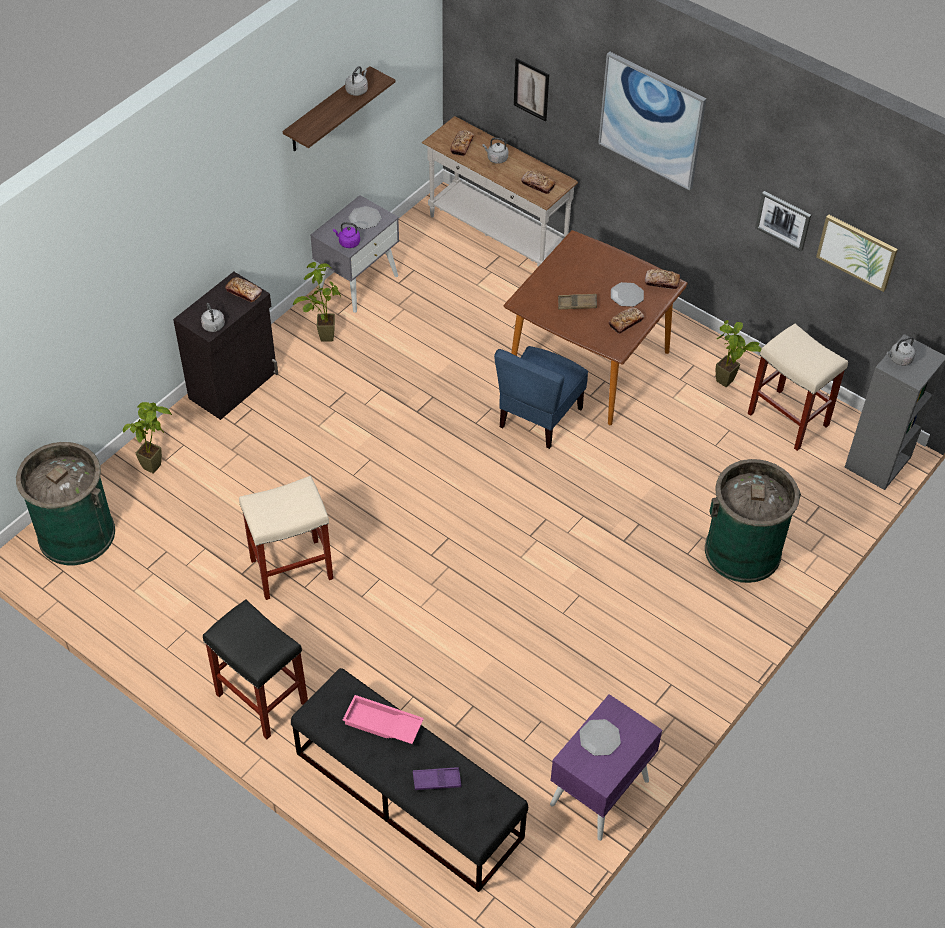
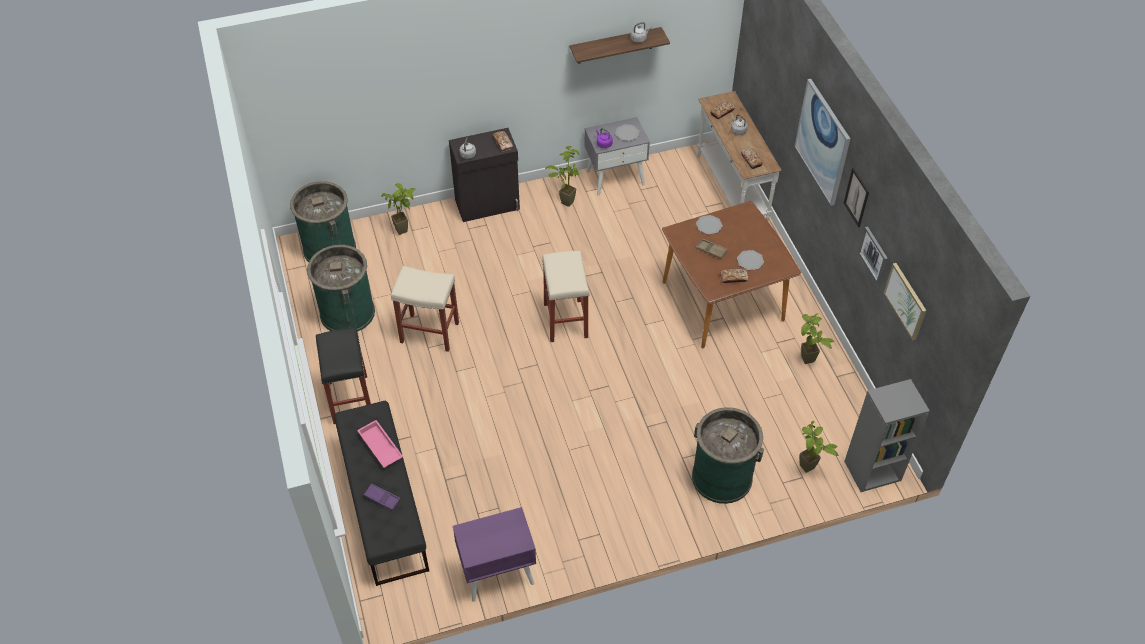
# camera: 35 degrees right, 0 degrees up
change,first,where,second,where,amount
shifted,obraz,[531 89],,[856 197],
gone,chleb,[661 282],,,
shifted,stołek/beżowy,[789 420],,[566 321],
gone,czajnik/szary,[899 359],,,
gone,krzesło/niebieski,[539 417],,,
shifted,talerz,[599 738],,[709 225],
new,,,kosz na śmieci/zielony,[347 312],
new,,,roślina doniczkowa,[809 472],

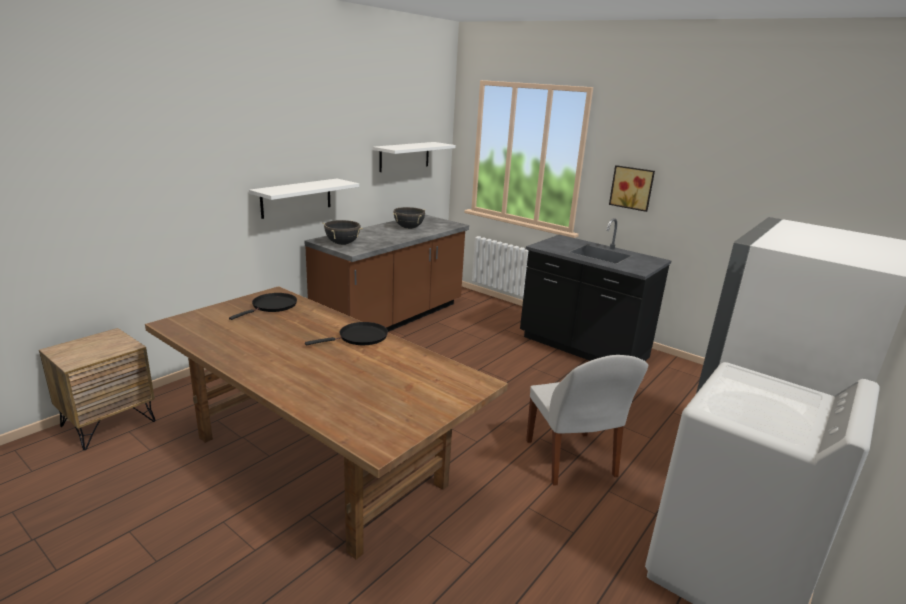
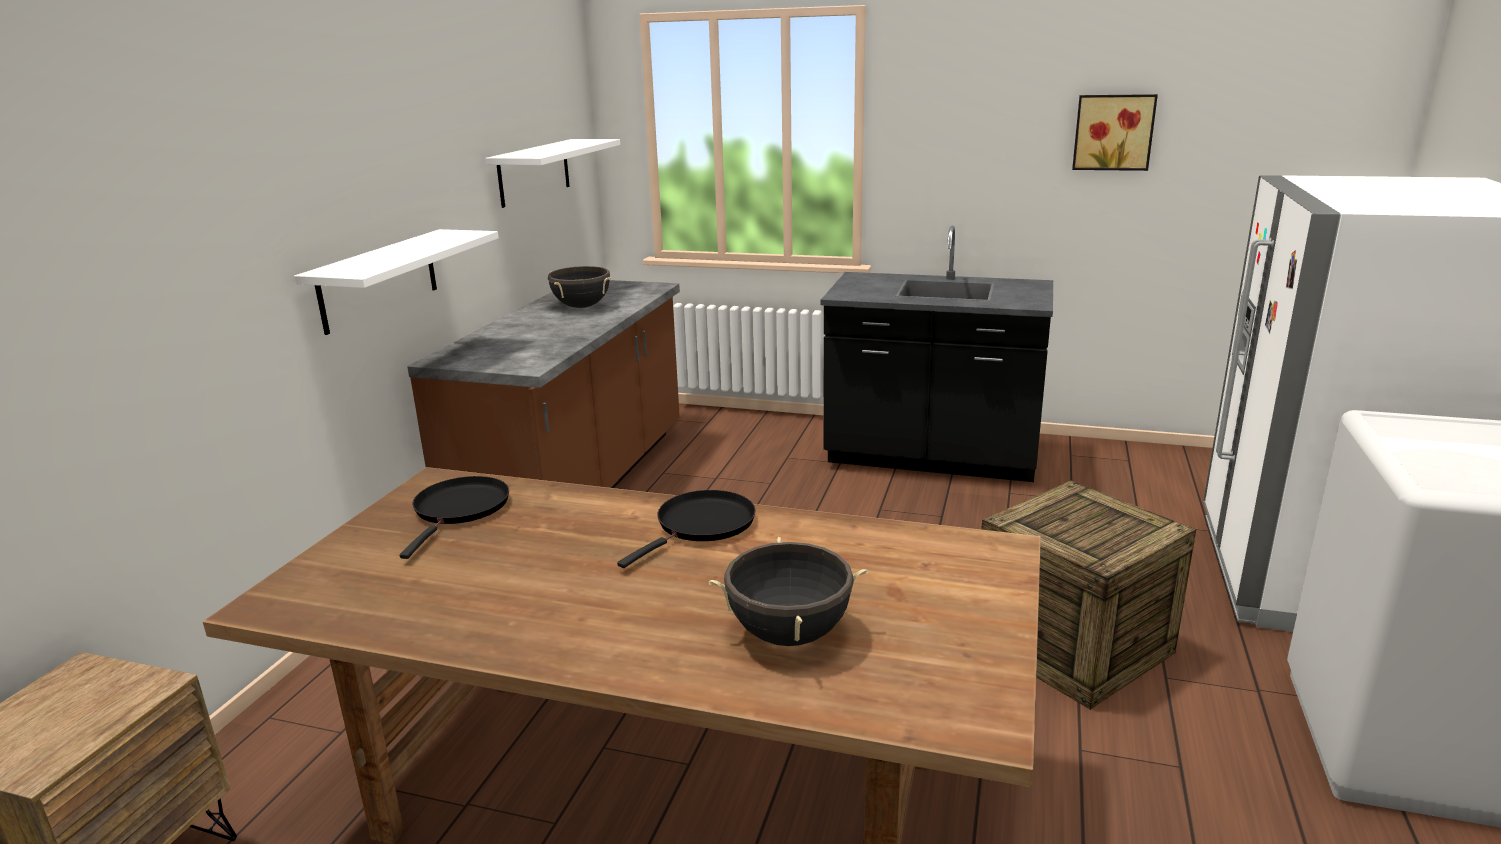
# camera: 20 degrees left, 0 degrees up
change,first,where,second,where,amount
shifted,obraz,[632 188],,[1113 132],
shifted,garnek/czarny,[342 244],,[789 634],
swapped,krzesło/biały,[571 460],skrzynka,[1072 646],

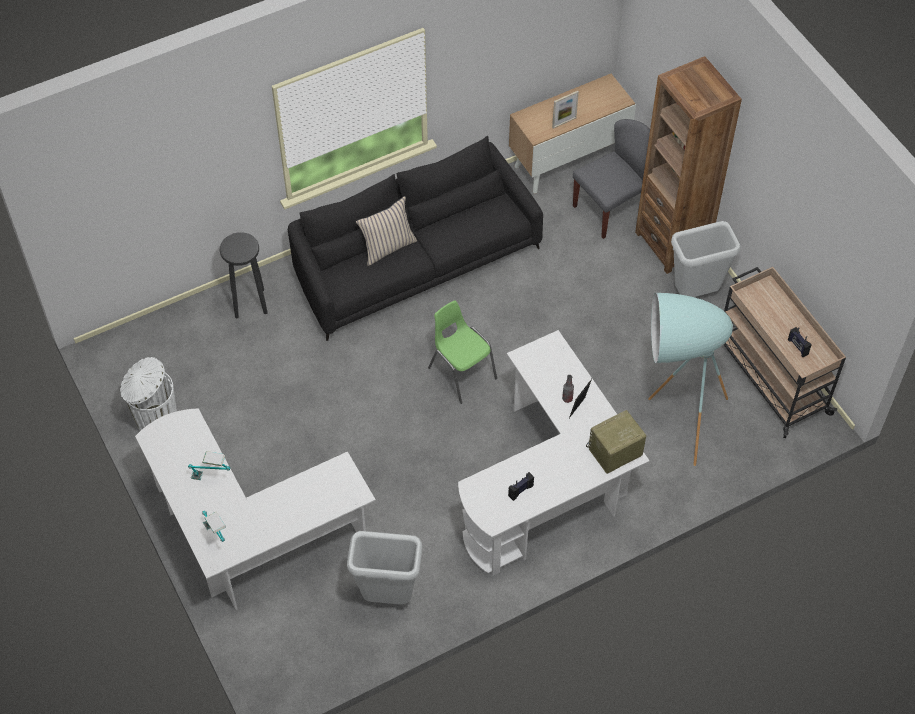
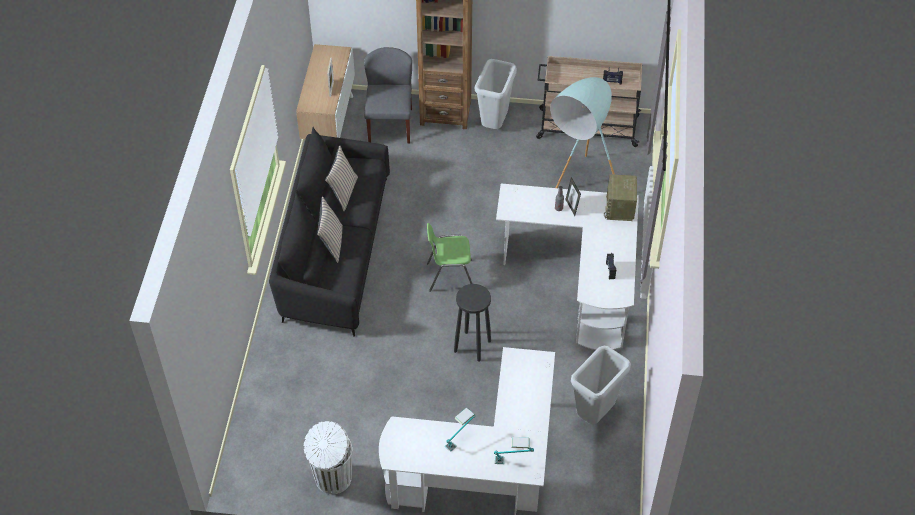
# camera: 55 degrees left, 5 degrees down
change,first,where,second,where,amount
shifted,stołek/czarny,[249 303],,[473 346],
new,,,poduszka/beżowy,[343 193],

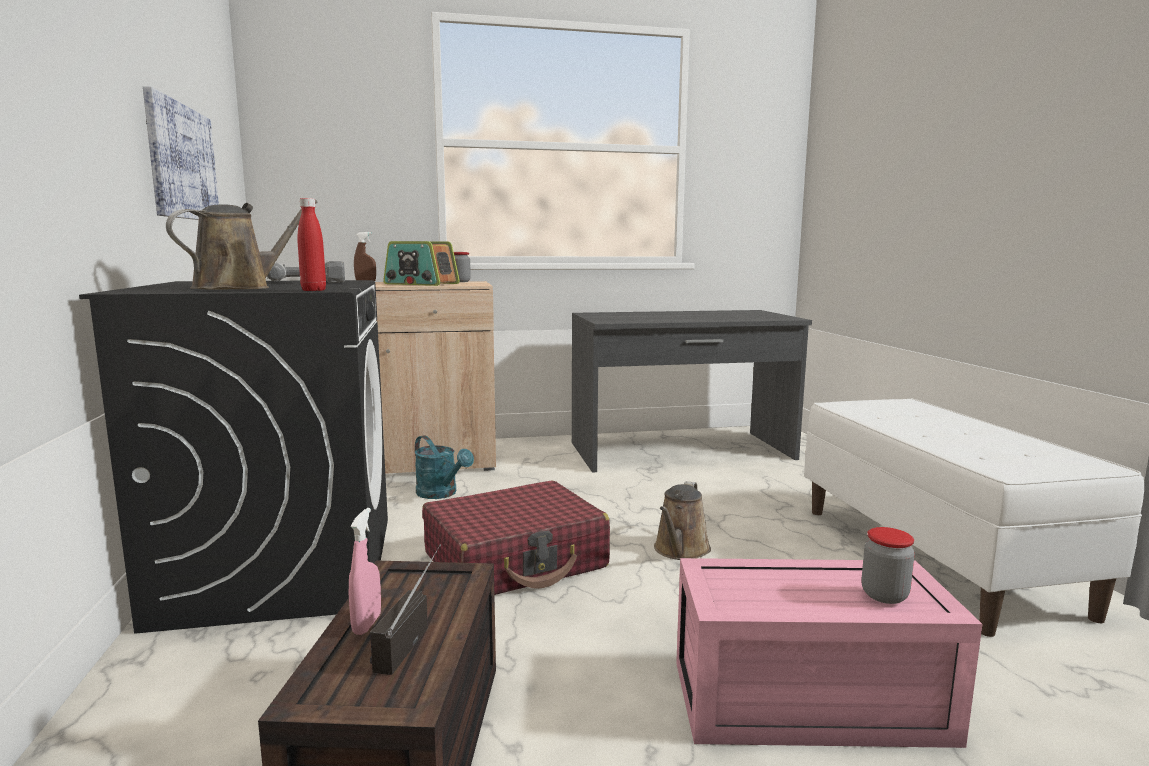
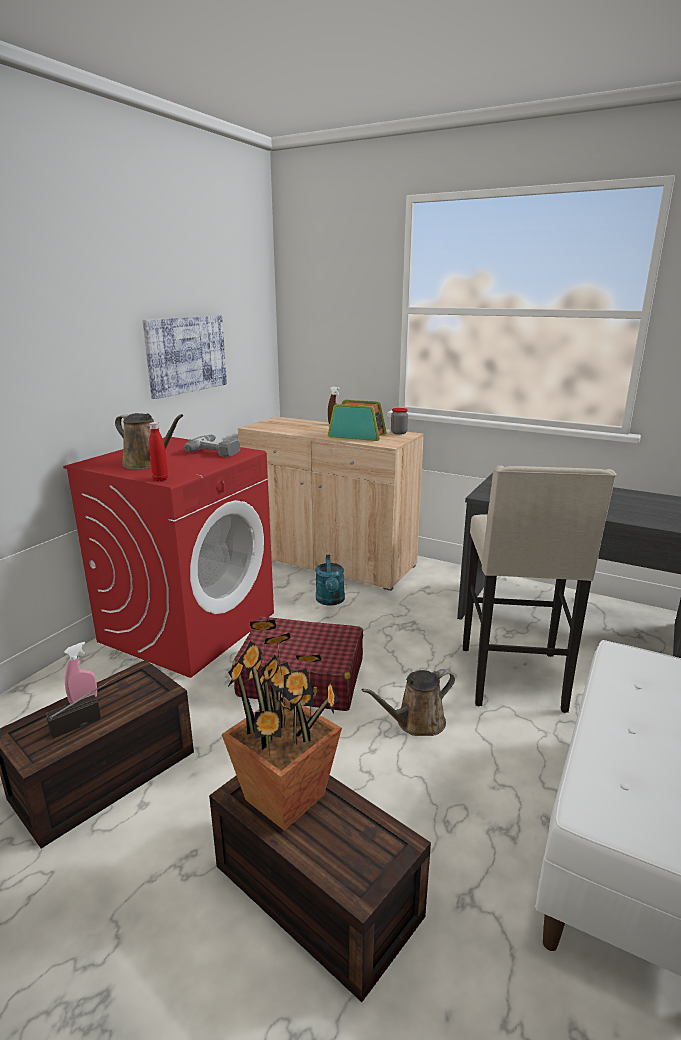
# camera: 40 degrees right, 10 degrees up
change,first,where,second,where,amount
rotated,konewka/brązowy,[239 287],,[148 464],45 degrees clockwise
rotated,radio,[421 284],,[357 435],135 degrees clockwise
repainted,pralka/czarny,[281 568],pralka/czerwony,[189 626],
gone,słoik,[884 595],,,
repainted,pojemnik do przechowywania/różowy,[805 704],pojemnik do przechowywania/brązowy,[312 891],
new,,,stołek/beżowy,[514 680],
new,,,roślina doniczkowa,[286 798],

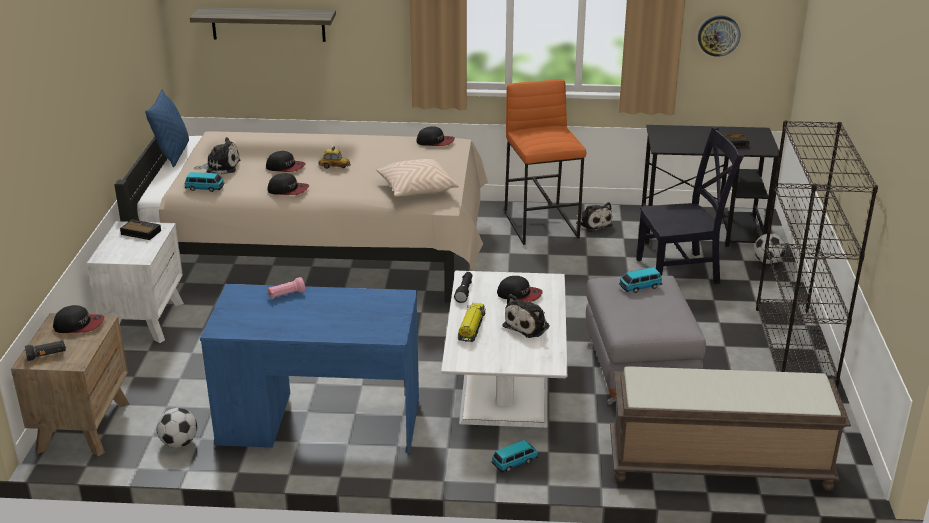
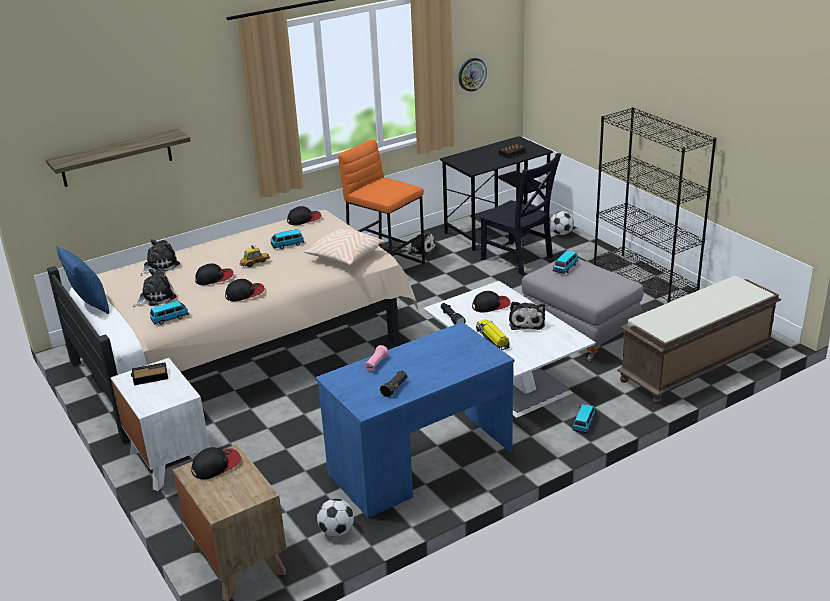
# camera: 35 degrees left, 0 degrees up
change,first,where,second,where,amount
rotated,krzesło/czarny,[681 271],,[518 259],90 degrees clockwise
shifted,latarka/czarny,[47 355],,[394 388],
new,,,samochodzik,[287 245],
new,,,pluszak,[159 265],

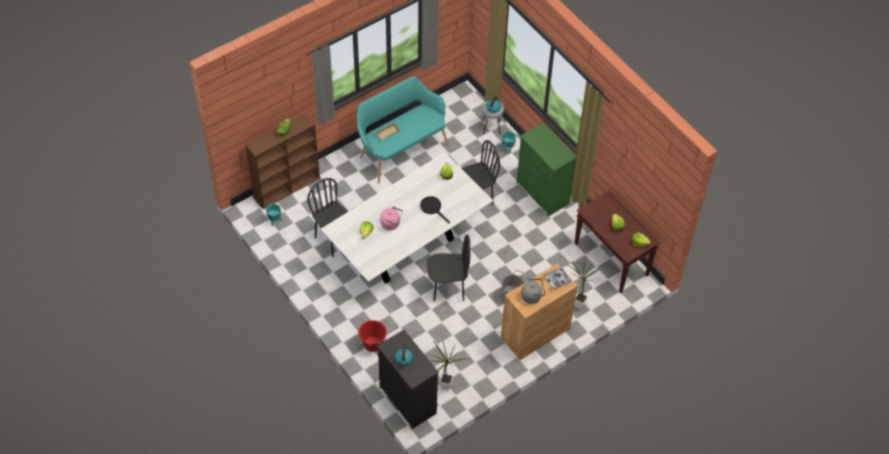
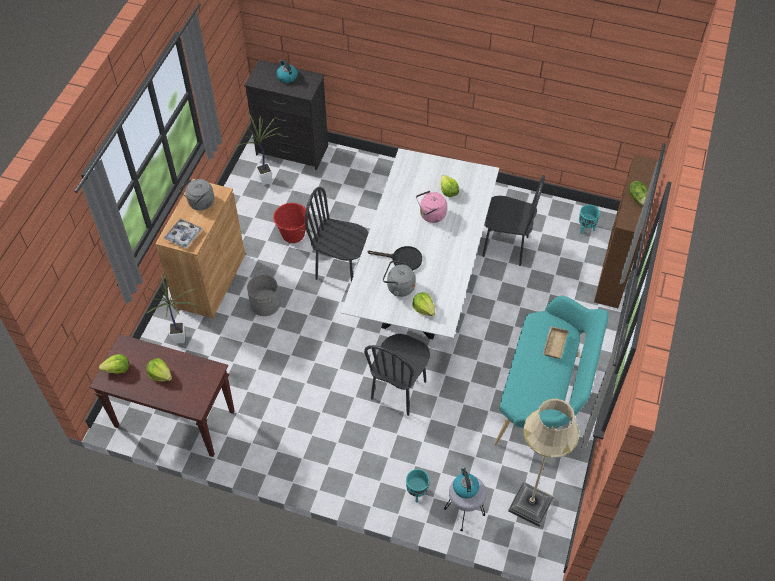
# camera: 145 degrees right, 0 degrees up
change,first,where,second,where,amount
gone,komoda/zielony,[542 194],,,
rotated,krzesło/czarny,[448 289],,[341 269],60 degrees clockwise
shifted,wiadro/czerwony,[373 344],,[293 235],
new,,,czajnik/szary,[398 287],
new,,,lampa stojąca/beżowy,[530 505],

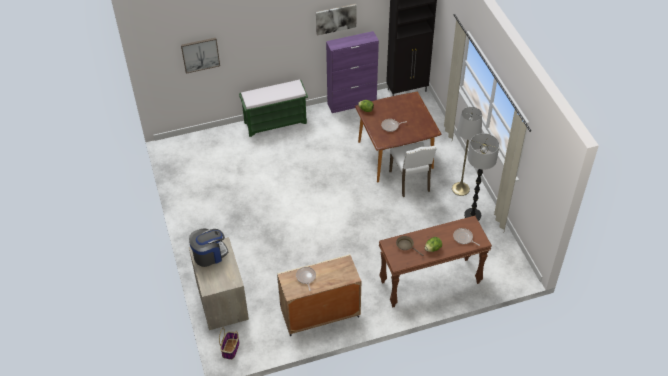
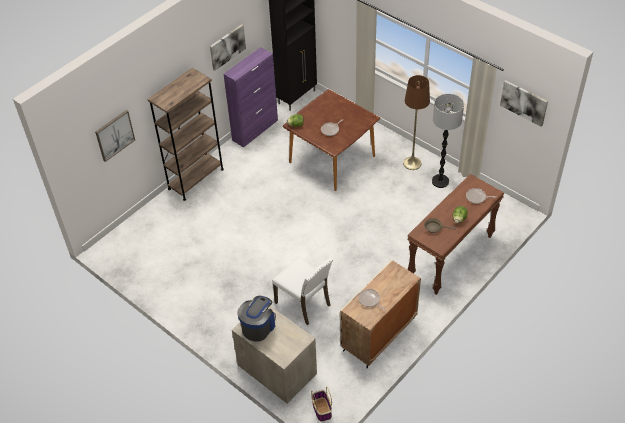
# camera: 30 degrees left, 0 degrees up
change,first,where,second,where,amount
swapped,ławka/zielony,[276 122],regał/brązowy,[196 179],
repainted,lampa stojąca/szary,[460 189],lampa stojąca/brązowy,[412 163],
shifted,krzesło/biały,[411 181],,[304 303],
new,,,obraz,[524 102],

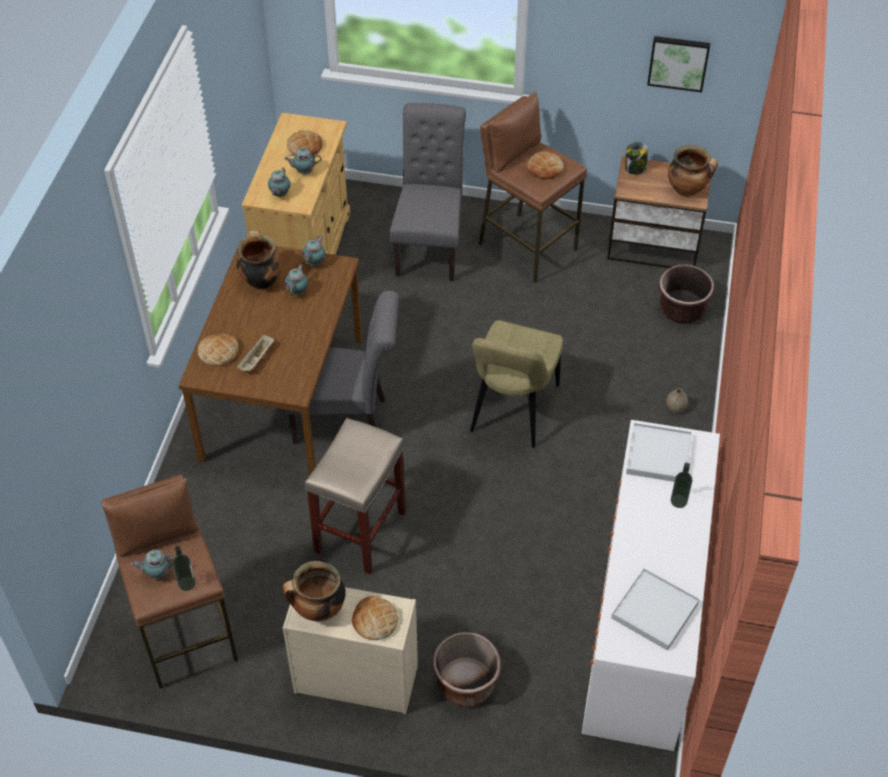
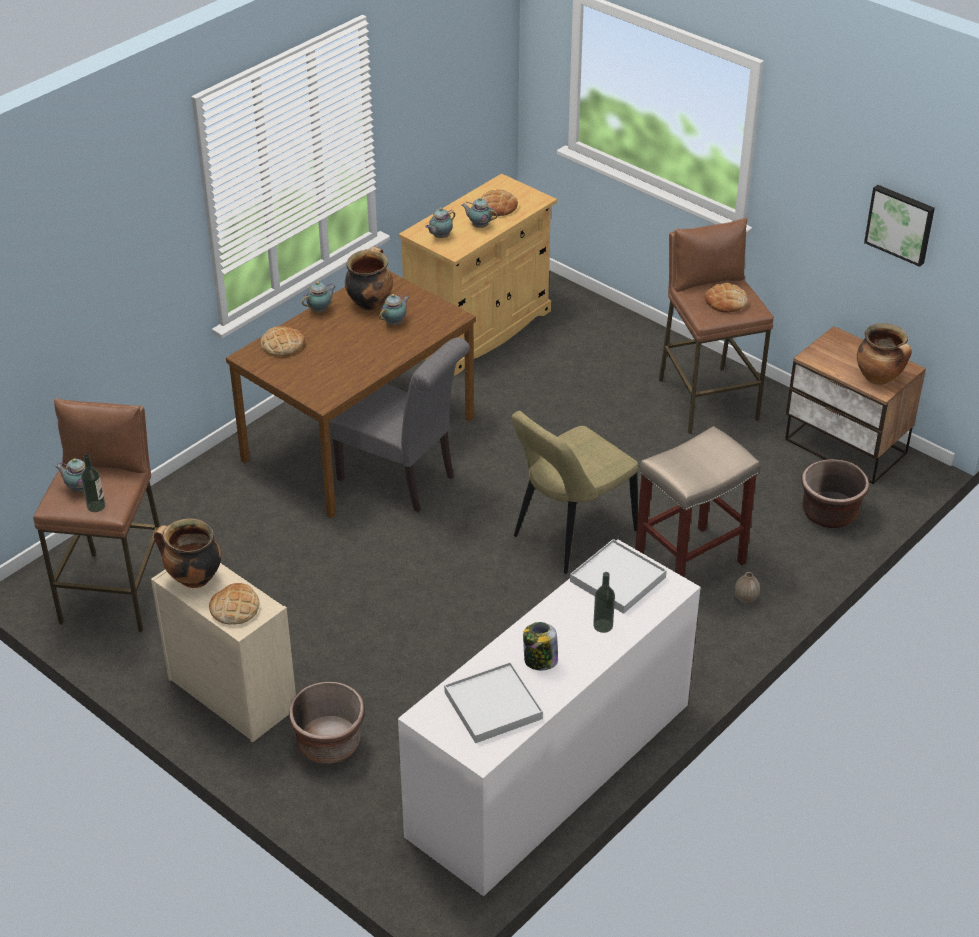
# camera: 30 degrees right, 10 degrees down
change,first,where,second,where,amount
gone,krzesło/szary,[430 246],,,
shifted,słoik,[635 169],,[540 661],
shifted,imbryk,[315 262],,[320 310],
gone,taca/beżowy,[256 359],,,
shifted,stołek/beżowy,[360 530],,[690 561],

